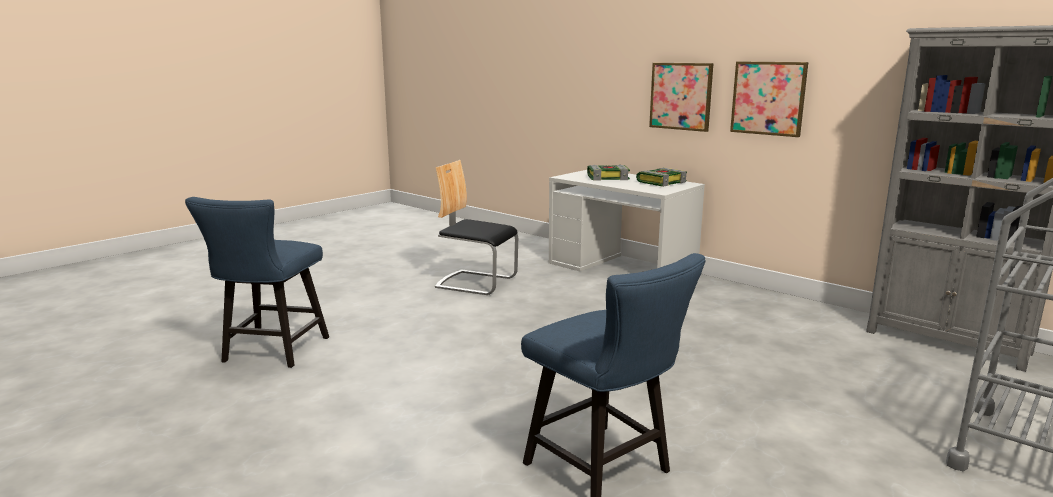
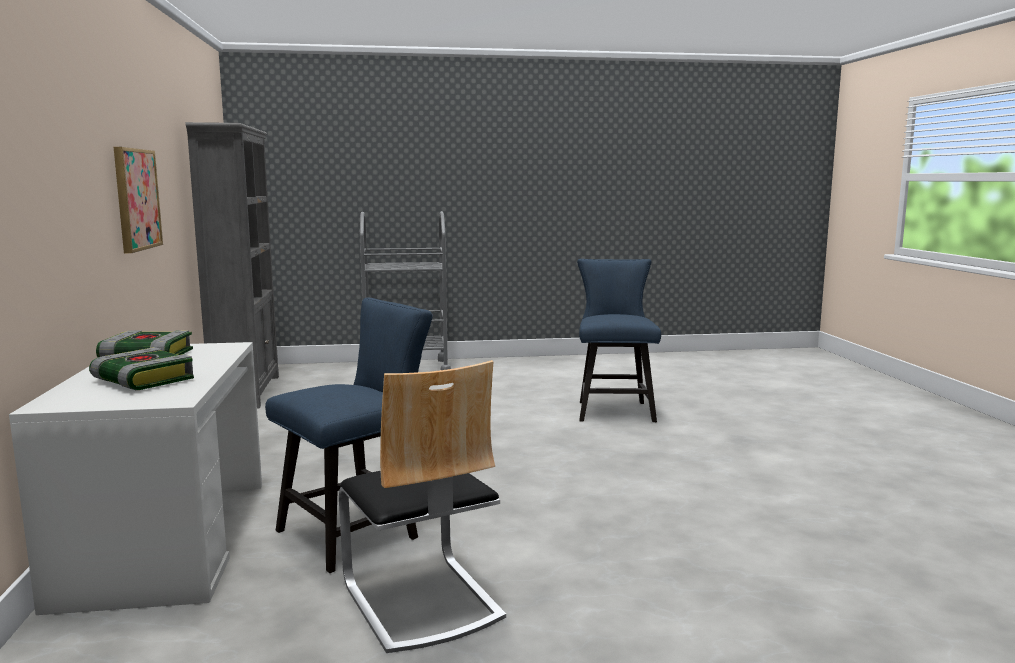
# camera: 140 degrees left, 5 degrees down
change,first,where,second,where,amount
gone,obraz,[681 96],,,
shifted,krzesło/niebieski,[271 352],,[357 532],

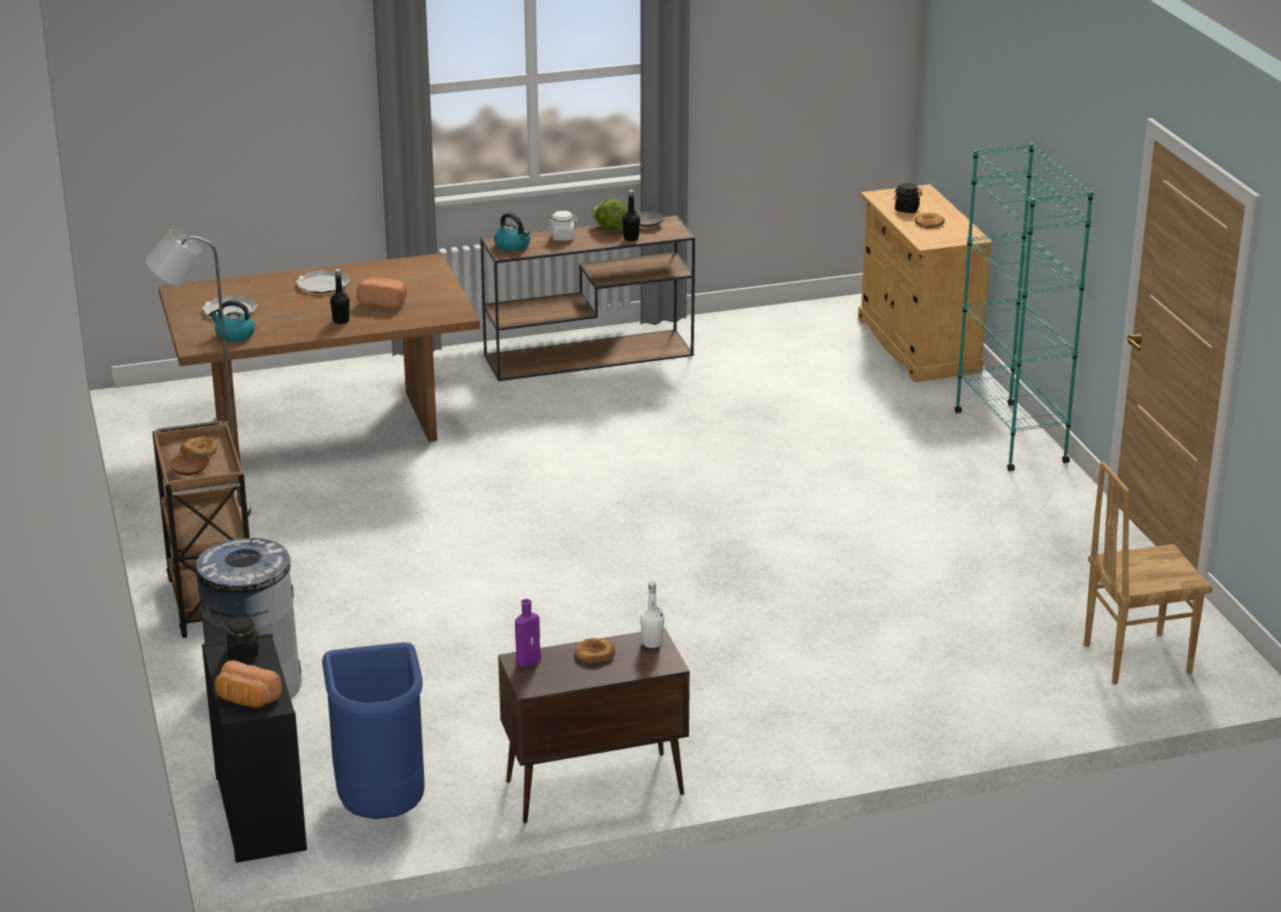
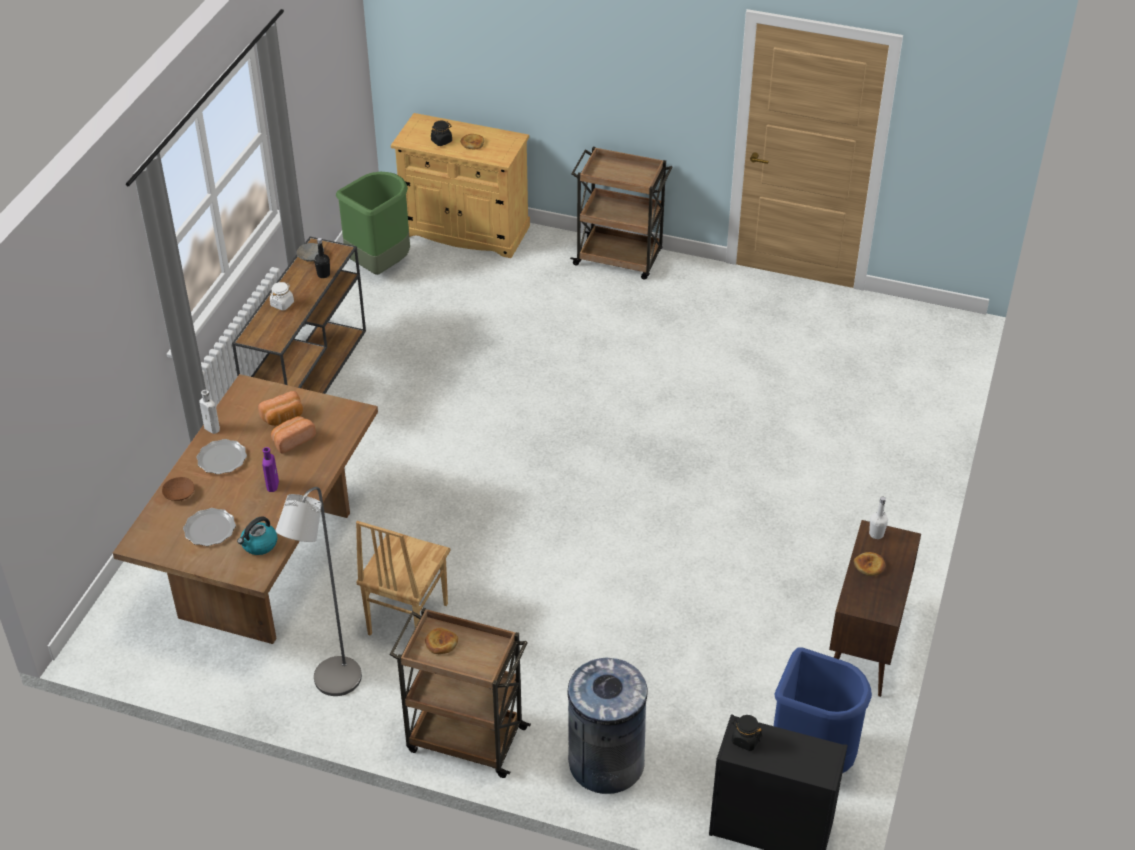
# camera: 55 degrees left, 15 degrees up
change,first,where,second,where,amount
swapped,regał/turkusowy,[1010 436],wózek/brązowy,[619 258],
gone,sałata,[610 228],,,
gone,czajnik,[513 246],,,
gone,butelka/czarny,[341 321],,,
shifted,miska/brązowy,[189 471],,[179 494],
shifted,krzesło/brązowy,[1135 658],,[406 619],
shifted,butelka/fioletowy,[530 660],,[272 484],
shifted,chleb,[246 700],,[283 418],
new,,,kosz na śmieci/zielony,[380 265],
new,,,butelka/biały,[213 429],

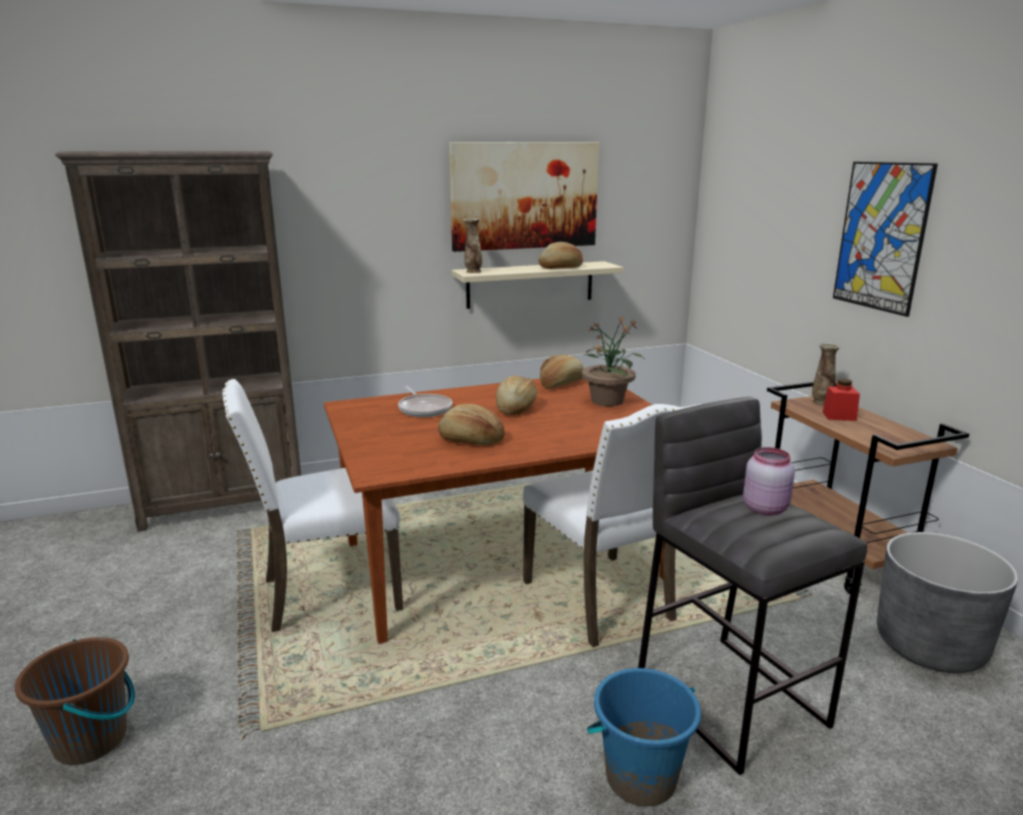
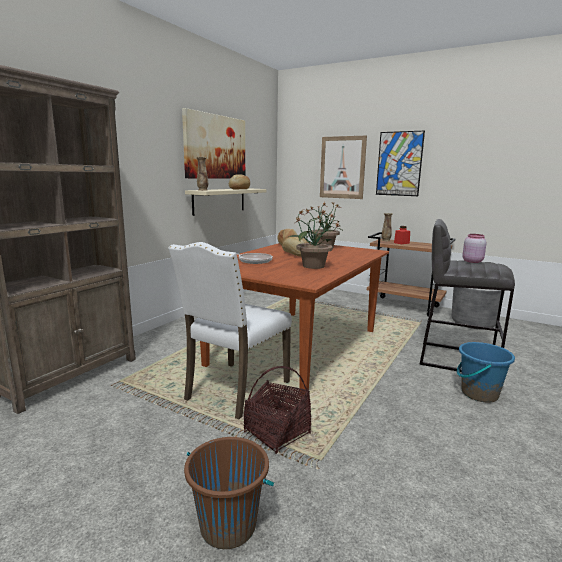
# camera: 40 degrees left, 5 degrees down
change,first,where,second,where,amount
swapped,chleb,[471 440],roślina doniczkowa,[312 266],
gone,krzesło/biały,[602 602],,,
new,,,obraz,[342 167],
new,,,koszyk,[277 433],

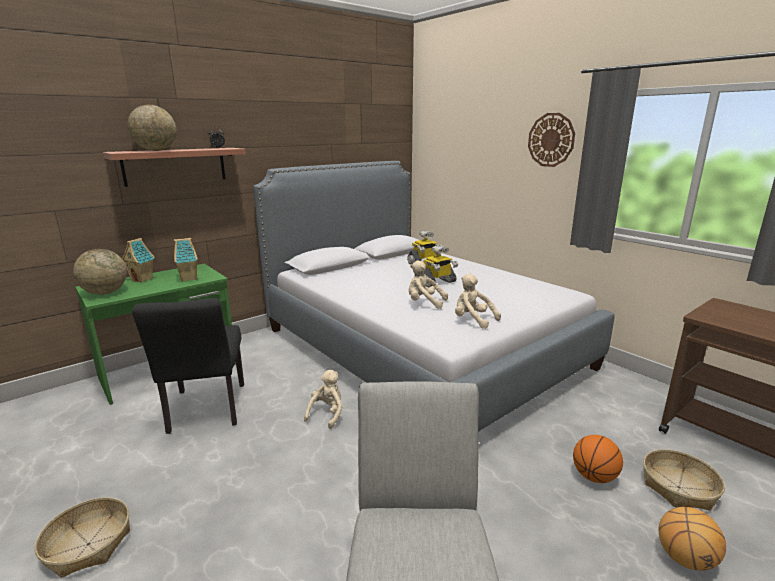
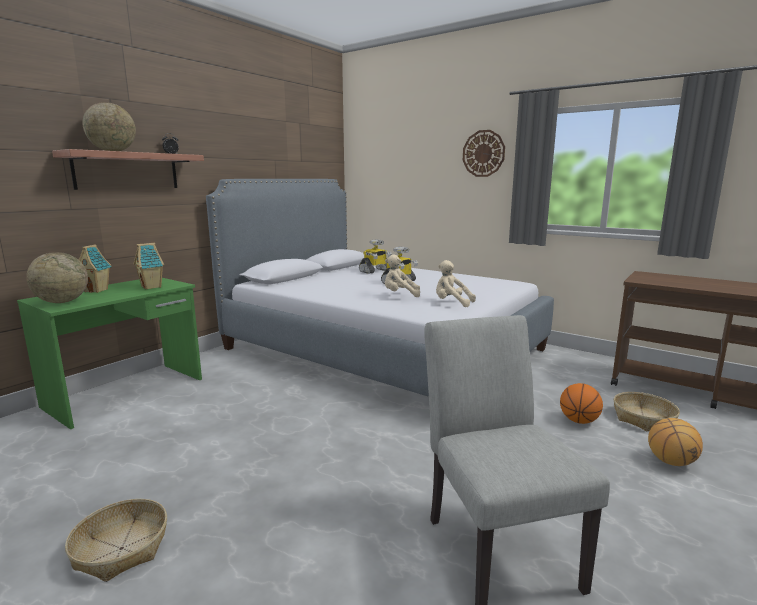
# camera: 15 degrees left, 5 degrees down
change,first,where,second,where,amount
gone,krzesło/czarny,[206 412],,,
gone,pluszak/beżowy,[327 414],,,

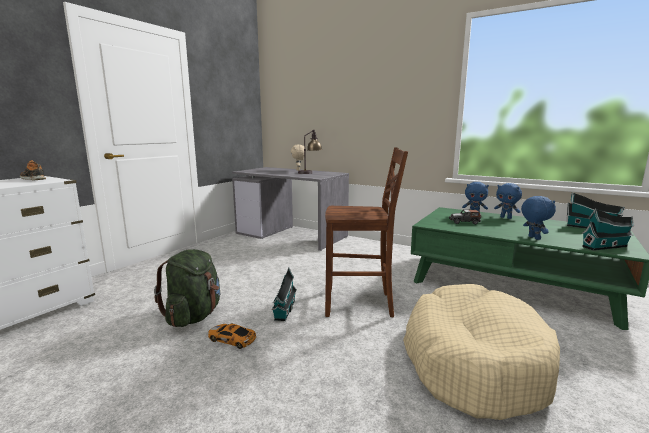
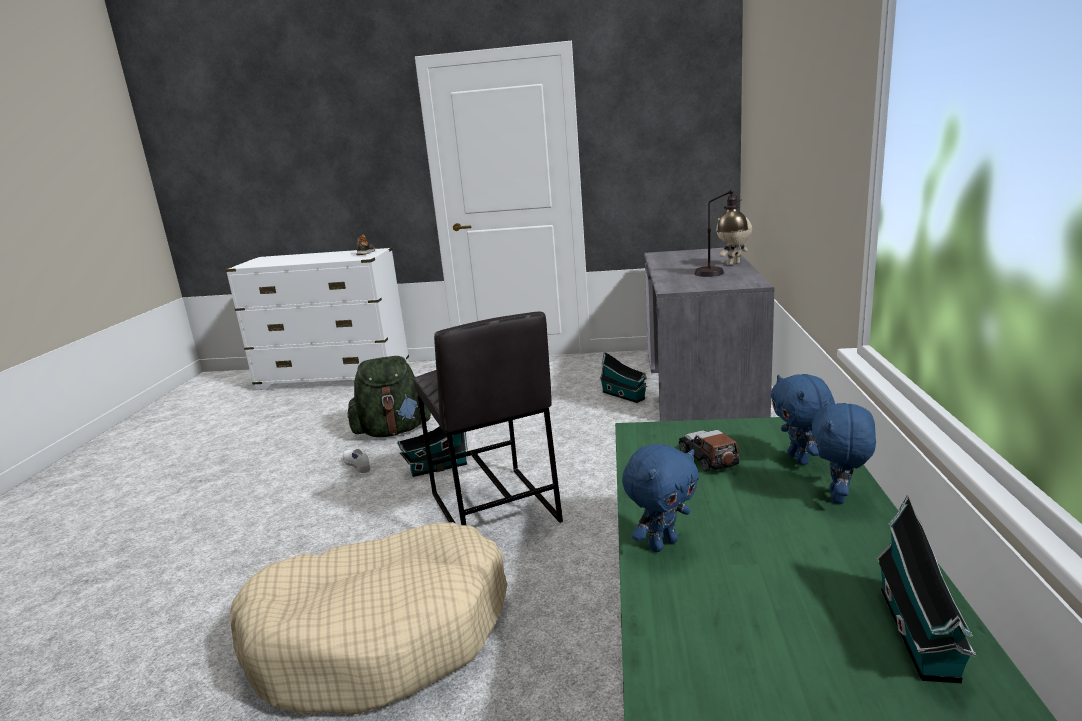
# camera: 65 degrees right, 5 degrees up
change,first,where,second,where,amount
swapped,krzesło/brązowy,[360 304],stołek/szary,[493 508],
shifted,domek,[606 246],,[624 396],
swapped,samochodzik,[232 339],but/biały,[358 466],

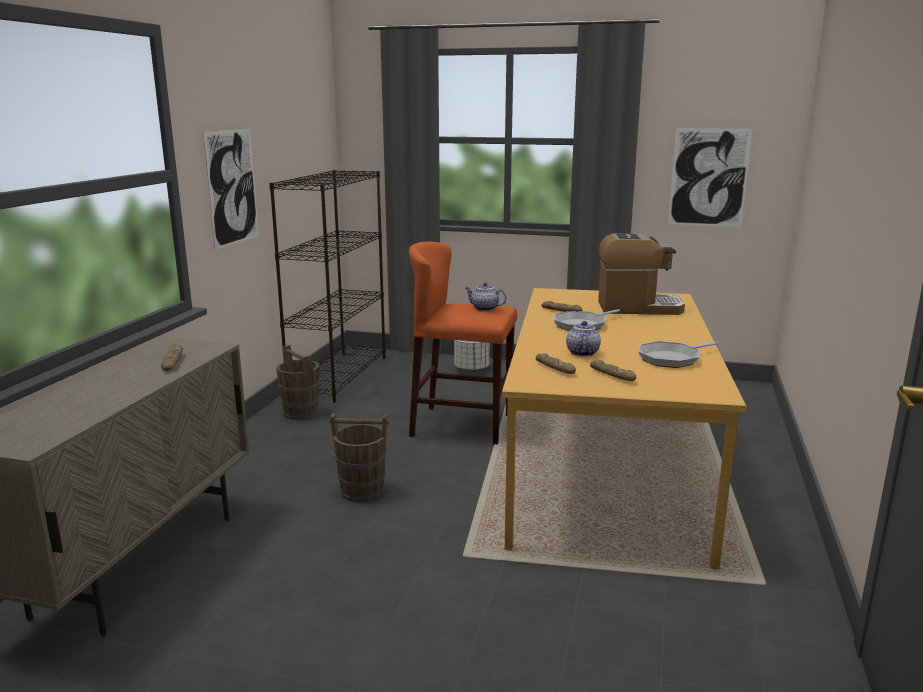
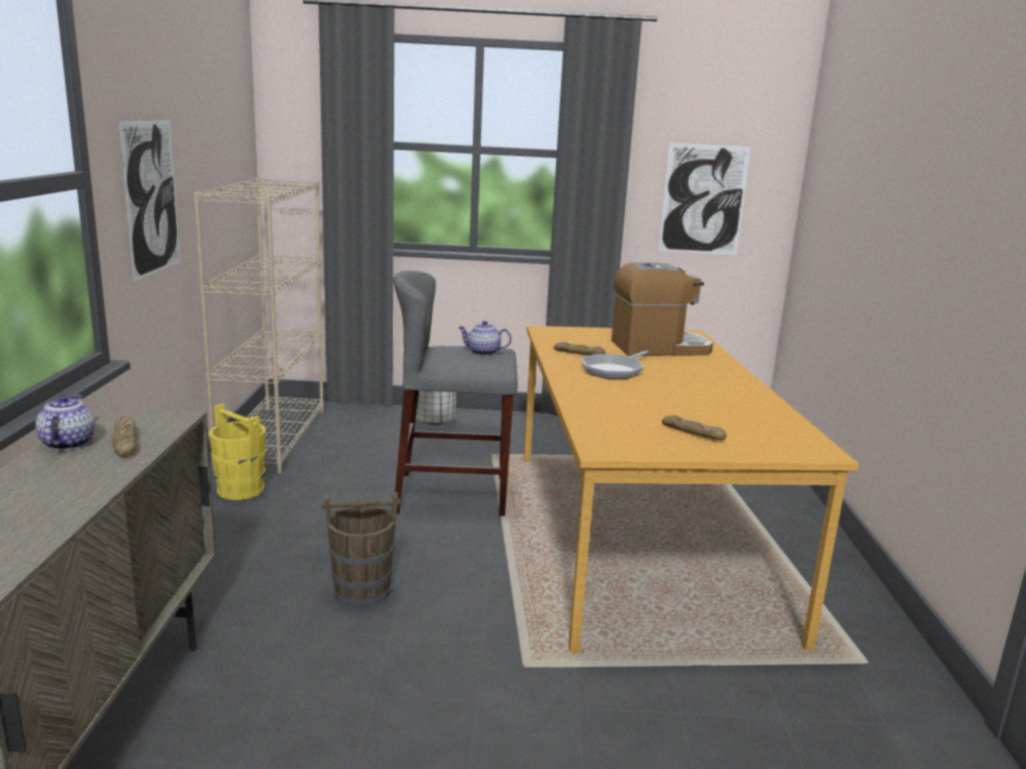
# camera: 15 degrees left, 0 degrees up
change,first,where,second,where,amount
repainted,regał/czarny,[339 376],regał/beżowy,[272 438],
repainted,stołek/pomarańczowy,[462 426],stołek/szary,[452 494],
shifted,imbryk,[582 352],,[67 443],
gone,patelnia,[671 359],,,
repainted,wiadro/brązowy,[301 412],wiadro/żółty,[240 489],
gone,chleb,[554 368],,,

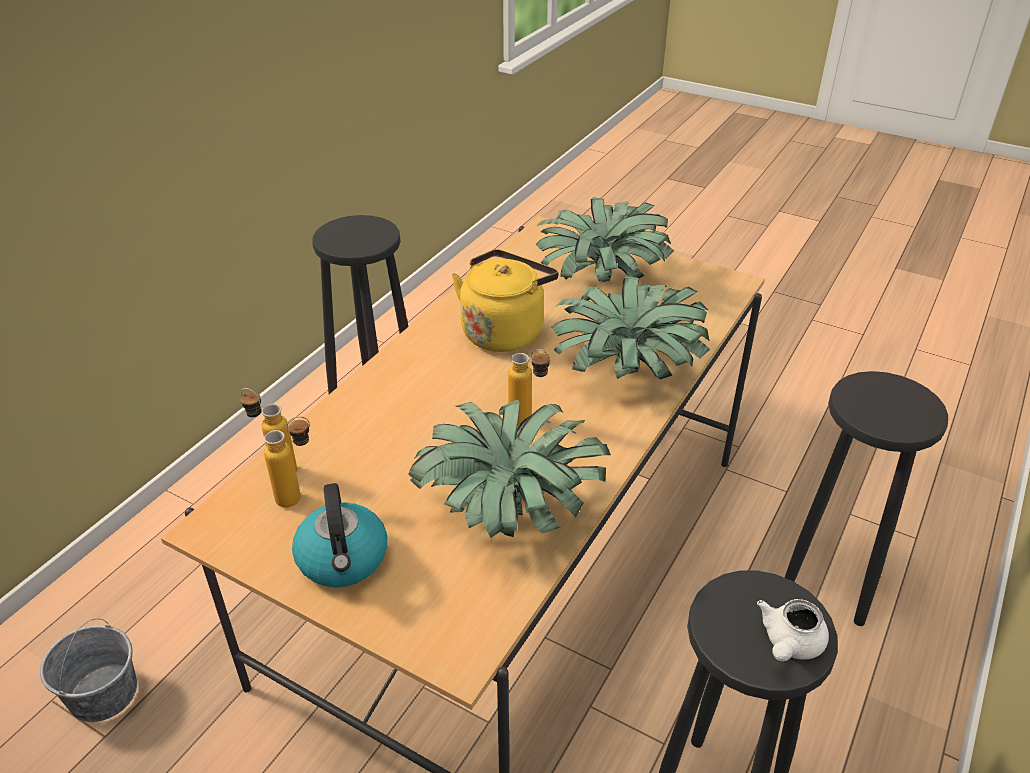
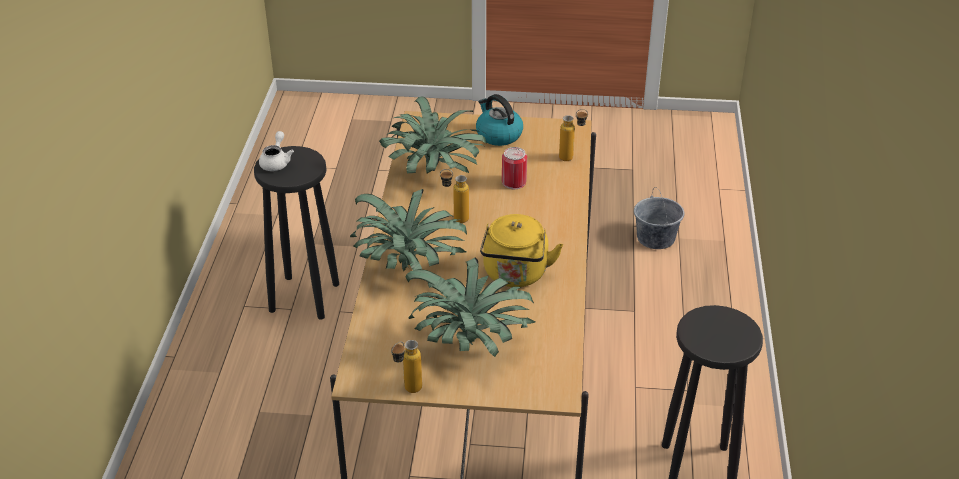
# camera: 155 degrees right, 0 degrees up
change,first,where,second,where,amount
gone,stołek/czarny,[830 582],,,
shifted,butelka,[299 497],,[407 391],
new,,,puszka,[514 182],

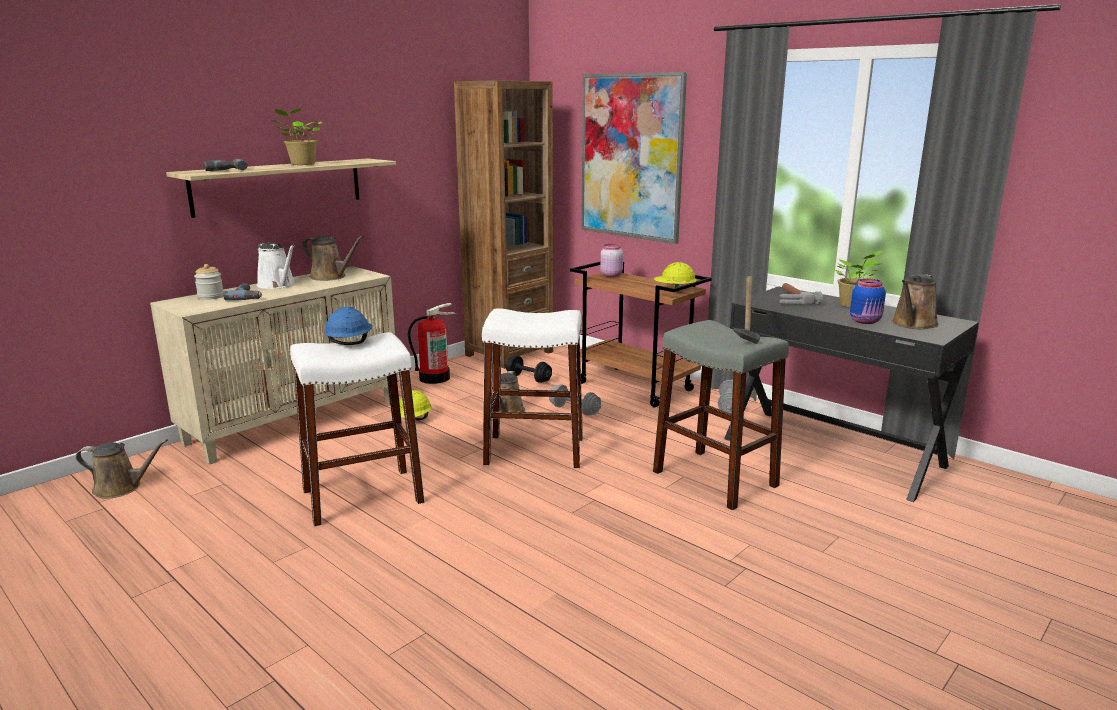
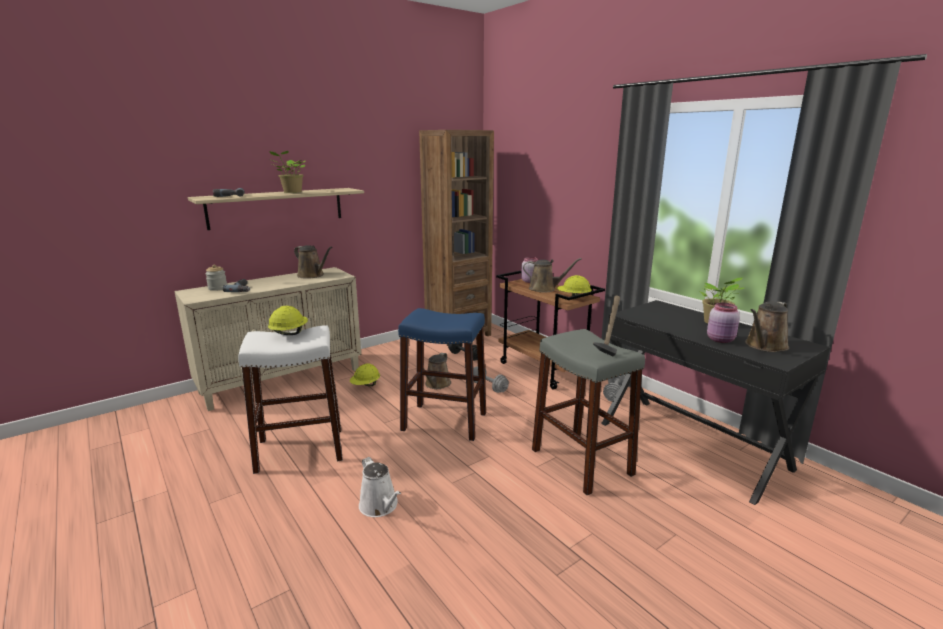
# camera: 10 degrees right, 0 degrees up
change,first,where,second,where,amount
gone,obraz,[631 157],,,
shifted,konewka/biały,[278 285],,[380 506],
repainted,słoik/niebieski,[866 321],słoik/różowy,[721 340],
gone,młotek,[790 299],,,
gone,gaśnica,[434 378],,,
repainted,kask/niebieski,[349 343],kask/żółty,[289 333],
repainted,stołek/biały,[535 451],stołek/niebieski,[444 421],
shifted,konewka/brązowy,[121 488],,[545 289],

